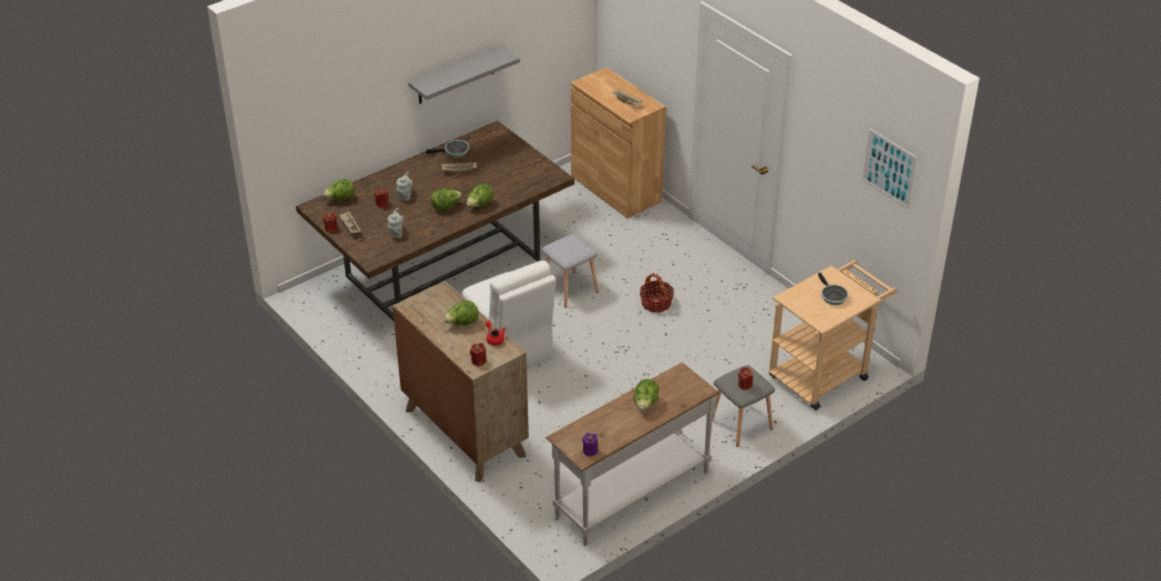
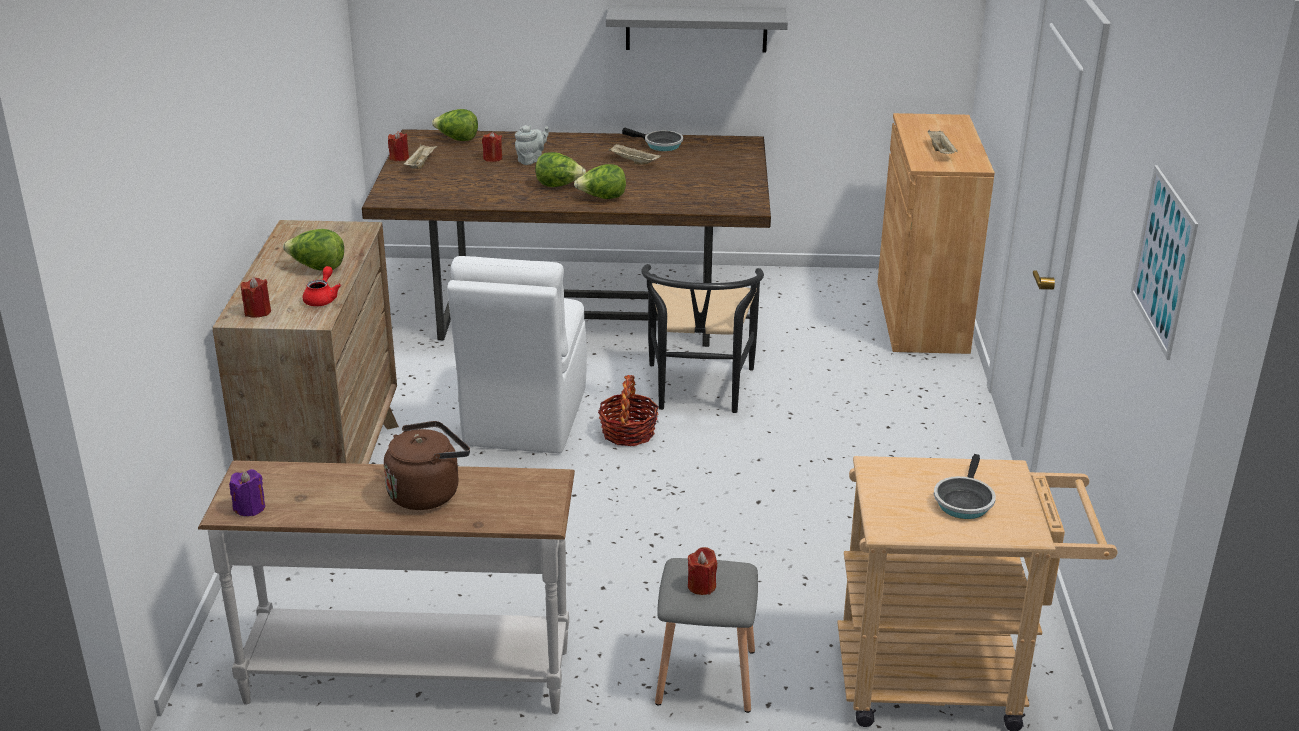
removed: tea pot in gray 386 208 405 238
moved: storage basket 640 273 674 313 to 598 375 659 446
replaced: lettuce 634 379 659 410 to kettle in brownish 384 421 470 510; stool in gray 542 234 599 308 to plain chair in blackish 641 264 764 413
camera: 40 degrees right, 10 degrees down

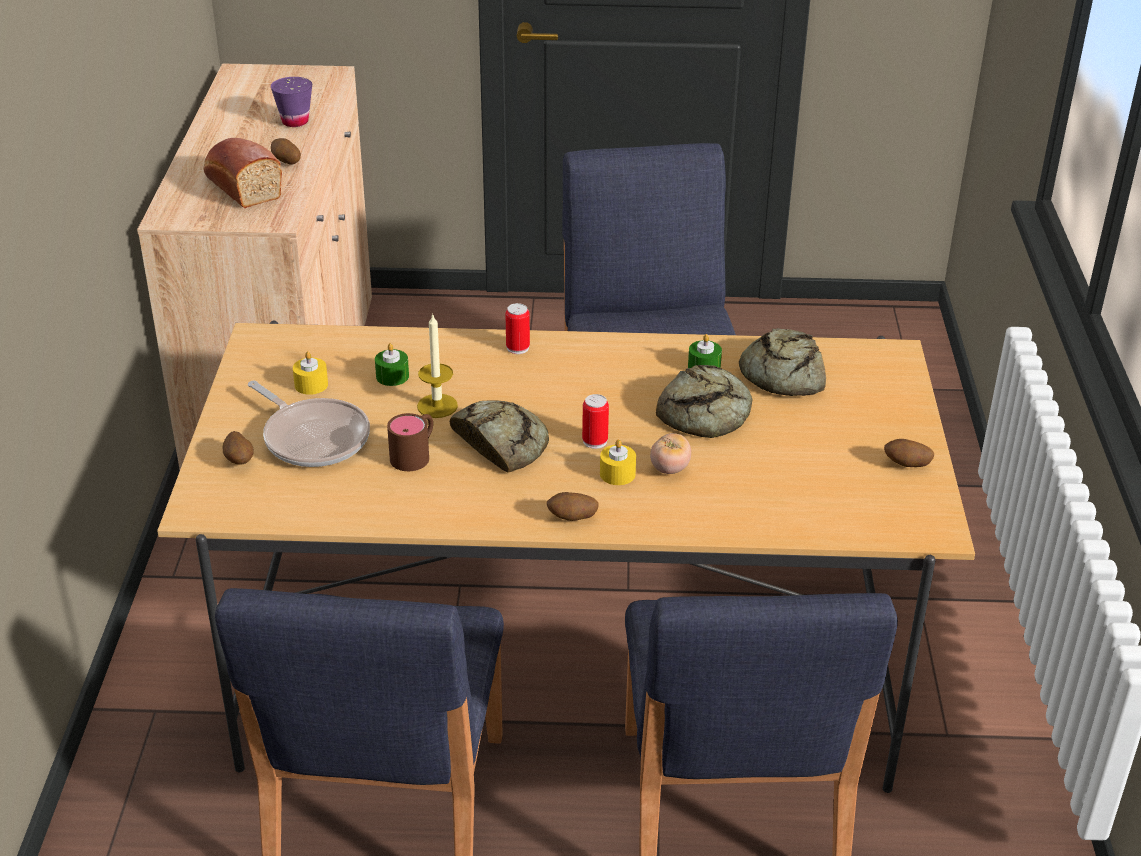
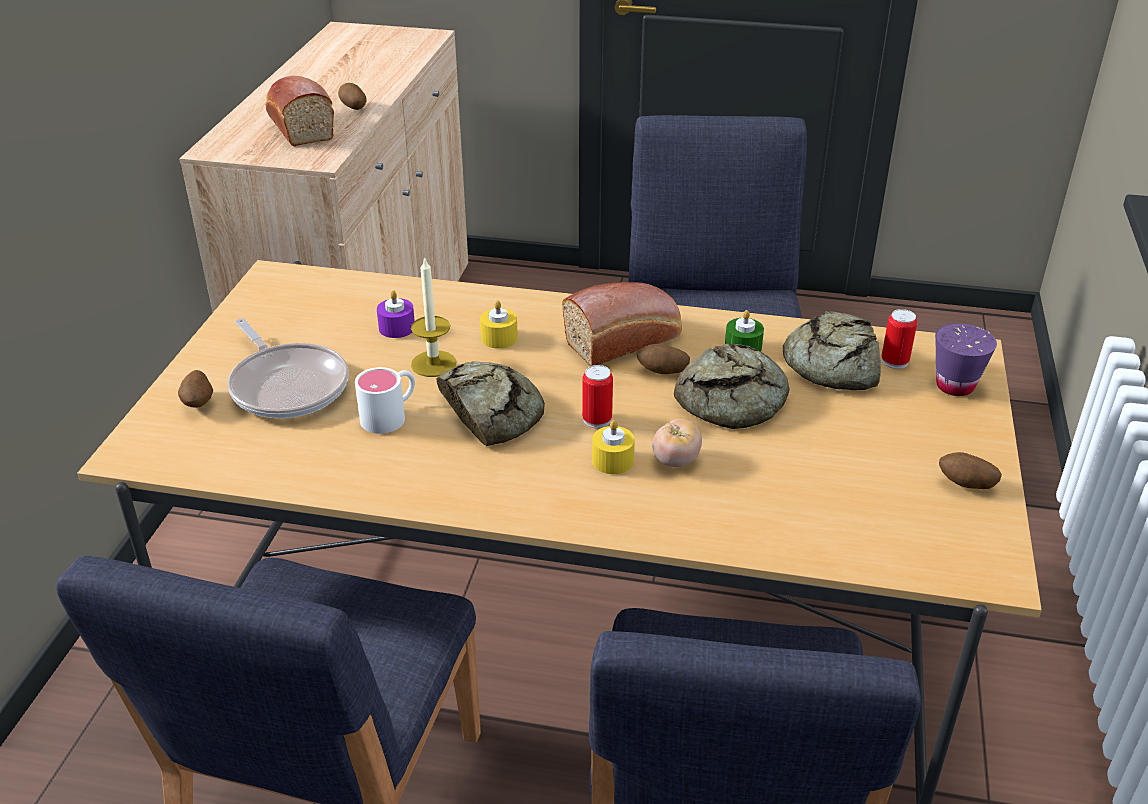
added: bread 562 282 682 366
moved: wax light in yellow-coloured 293 351 328 395 to 480 300 518 349; potato 547 492 599 521 to 637 344 690 374; sealed can 505 303 530 354 to 881 309 917 369; small cup in purple 271 77 312 127 to 935 323 997 396
recoloured: coffee mug in brownish 387 413 433 471 to coffee mug in whitish 355 367 415 434; wax light in green-coloured 375 343 409 386 to wax light in purple 377 290 415 338
camera: 10 degrees right, 0 degrees up

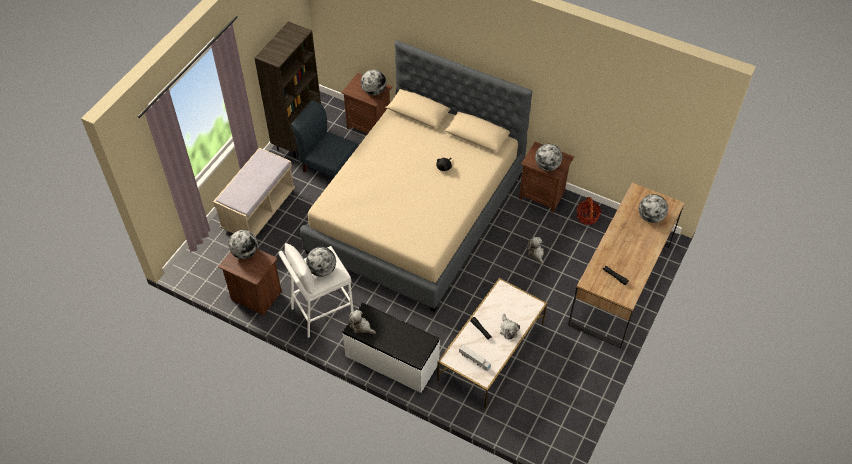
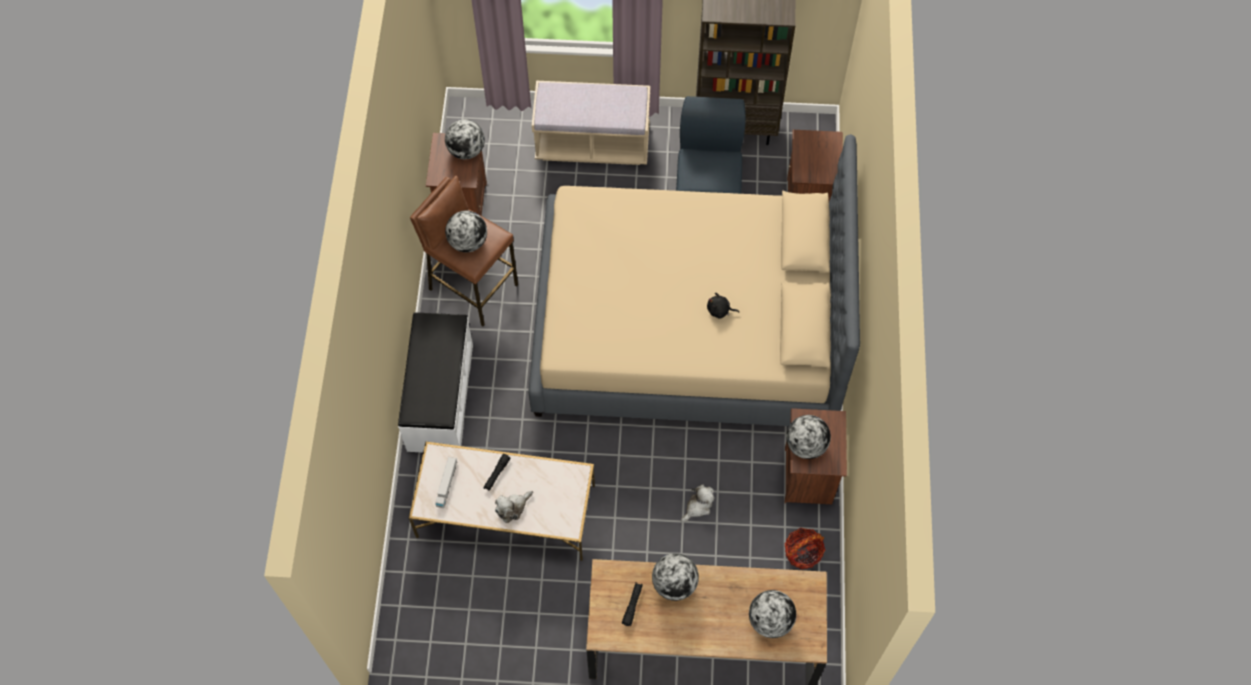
removed: cuddly toy 349 310 376 334
moved: desk globe 361 70 386 95 to 652 553 699 601
recoloured: stool in whitish 278 243 354 338 to stool in brownish 410 176 518 326
camera: 65 degrees right, 10 degrees up

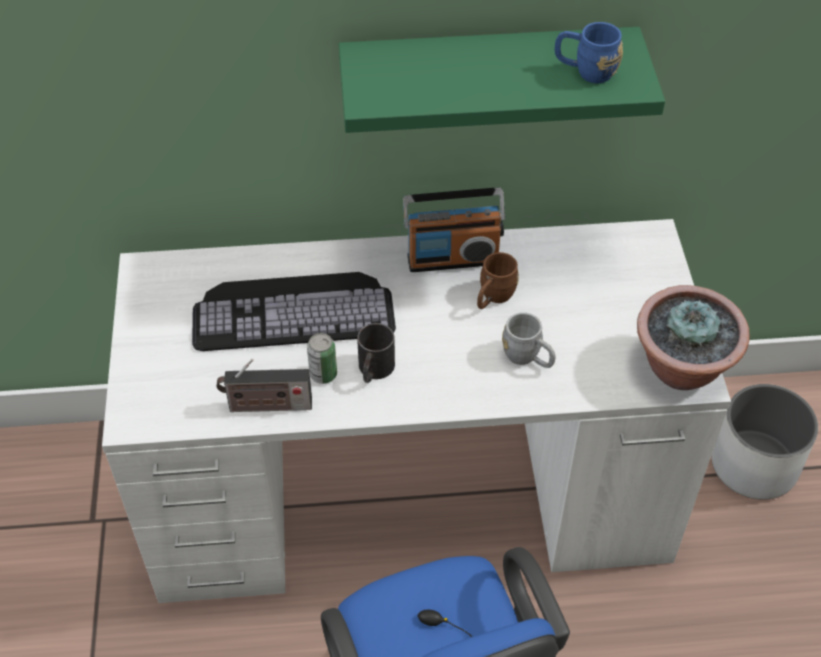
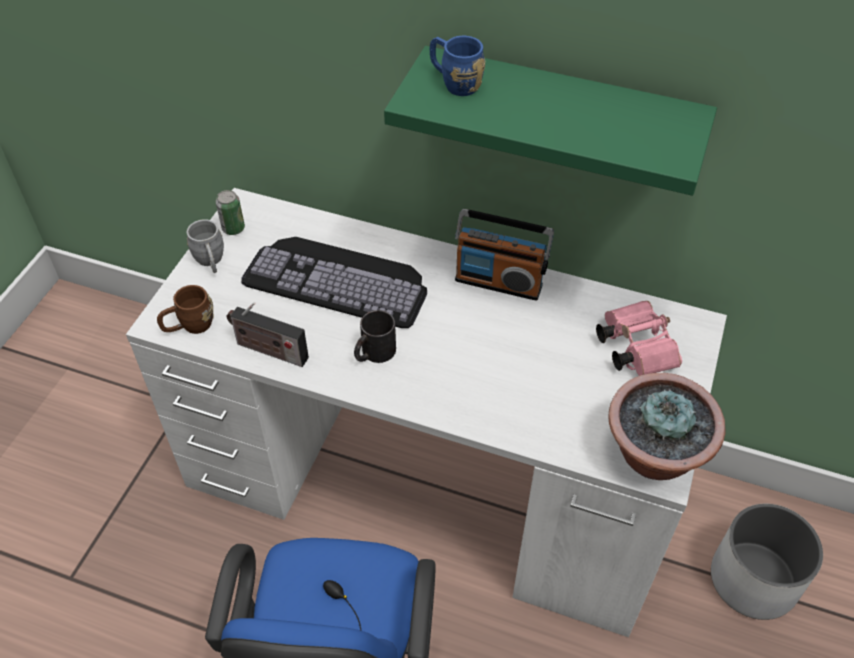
added: pair of binoculars in pinkish 596 301 682 376
moved: coffee mug in brownish 477 252 519 309 to 157 285 214 334; coffee mug in gray 502 312 555 368 to 186 219 224 273; sealed can 307 333 337 384 to 216 190 245 235; coffee mug in blue-coloured 555 22 623 83 to 430 36 485 96
camera: 25 degrees right, 0 degrees up

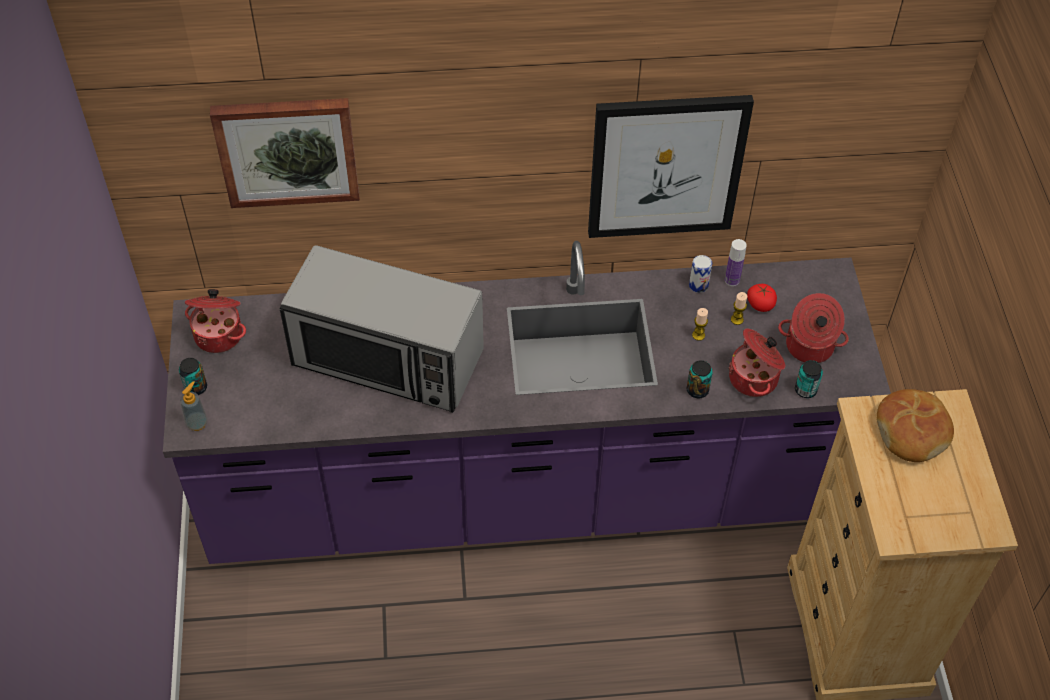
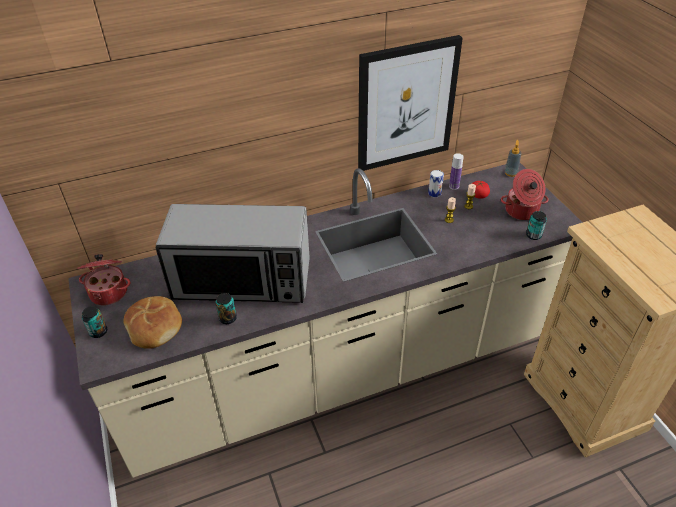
removed: wall picture 210 98 360 208; stockpot 729 328 785 397
moved: bread 877 389 954 462 to 124 296 182 349; sealed can 687 360 713 398 to 215 293 237 324; liquid soap bottle 180 381 208 431 to 504 140 521 177
recoloured: counter in purple 163 241 891 564 to counter in beige-coloured 68 163 583 478
camera: 15 degrees left, 10 degrees down

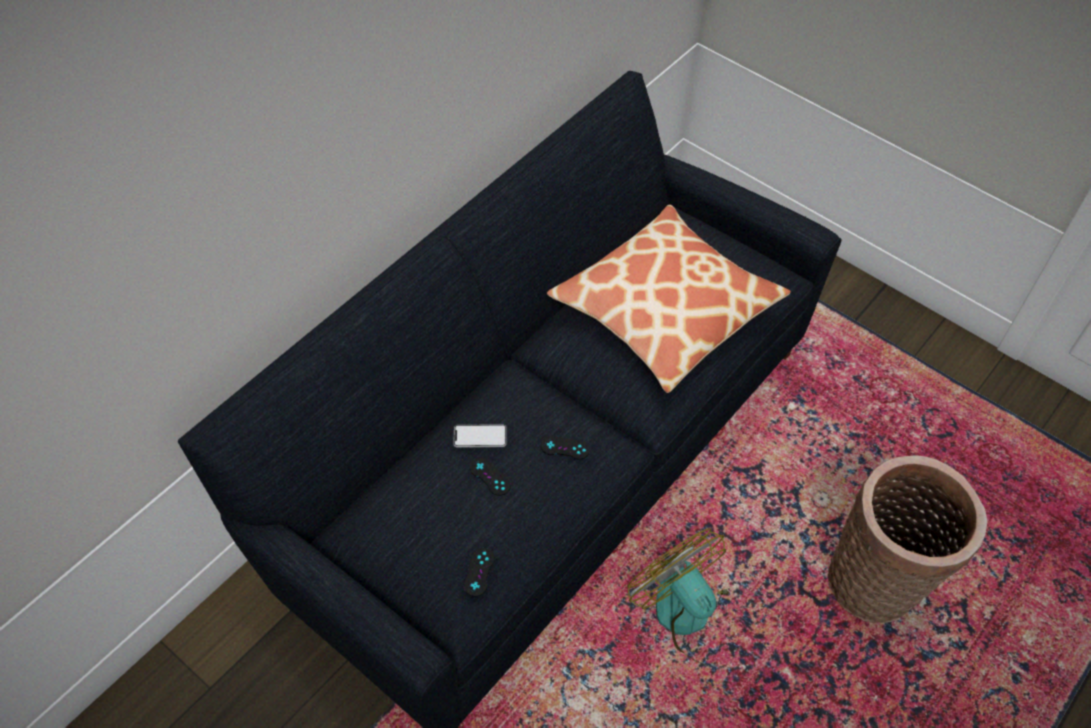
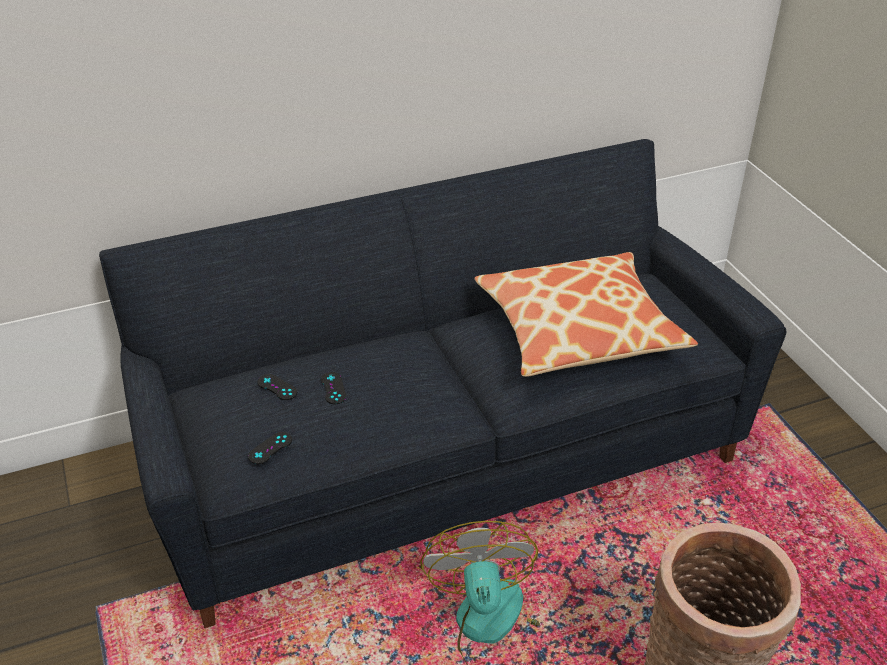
removed: telephone 453 424 507 447
moved: joypad in blackish 541 436 590 460 to 258 374 297 400
camera: 30 degrees right, 15 degrees down

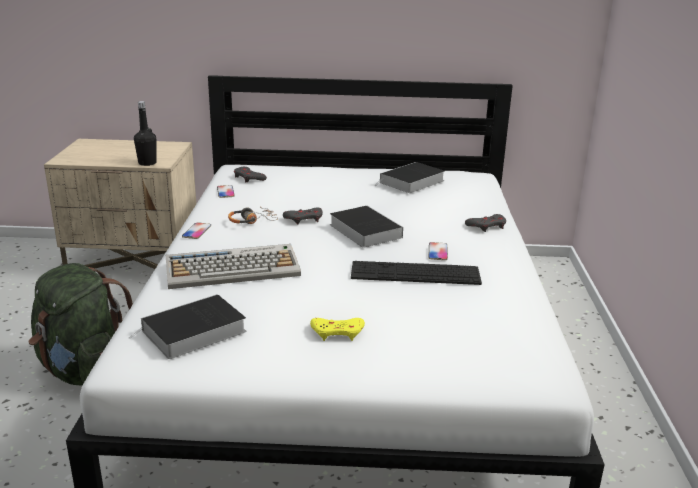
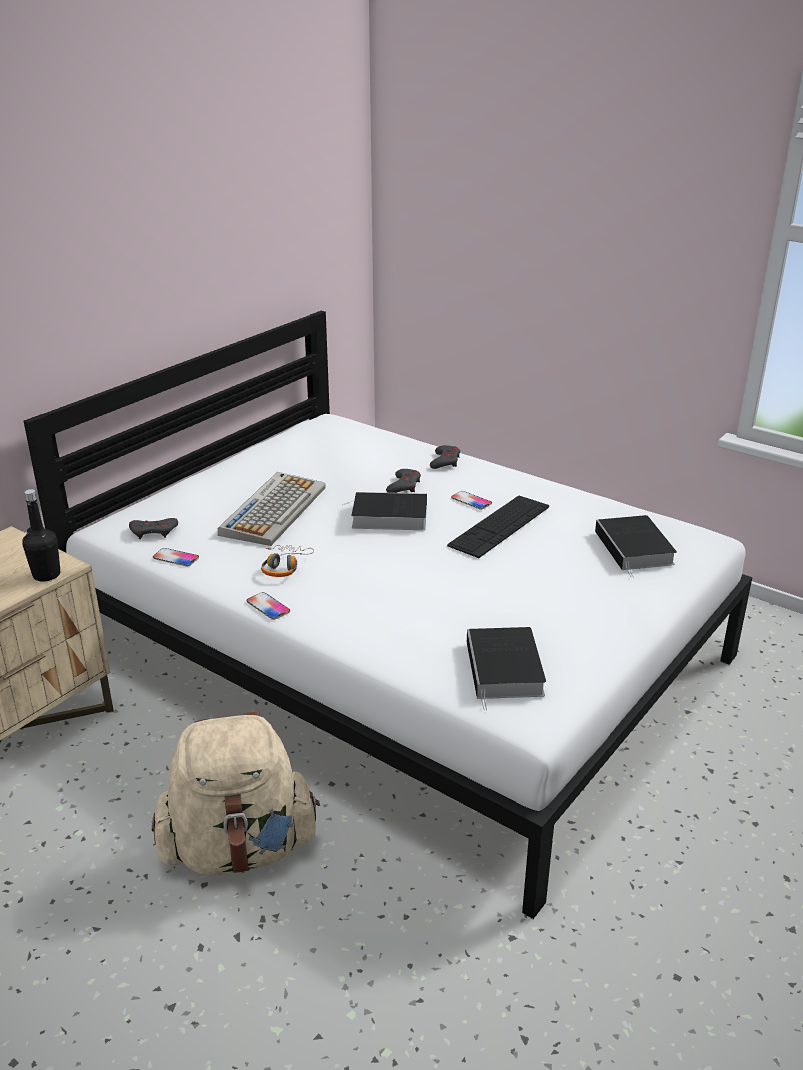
removed: joypad in yellow-coloured 310 318 365 341
moved: computer keyboard 166 244 301 289 to 218 472 326 546; joypad in gray 283 208 323 224 to 386 469 421 493; bound book 374 162 445 193 to 595 515 677 578
recoloured: rucksack in green-coloured 29 263 133 386 to rucksack in beige-coloured 152 711 320 875
camera: 55 degrees left, 5 degrees up

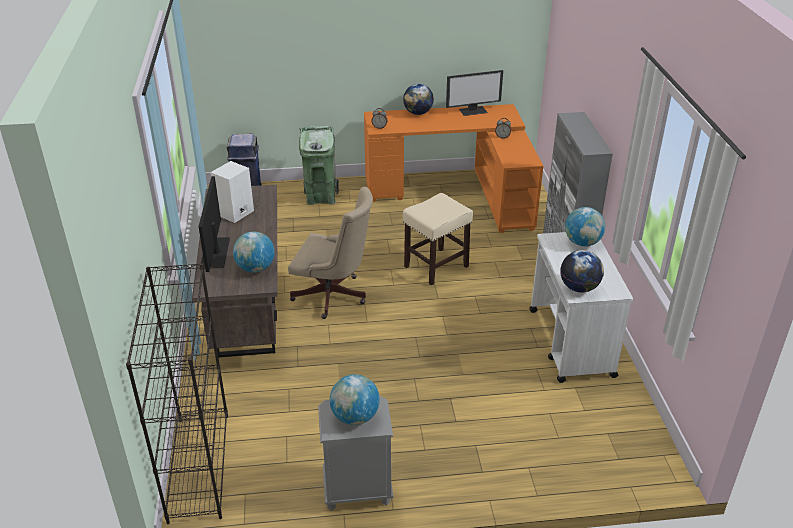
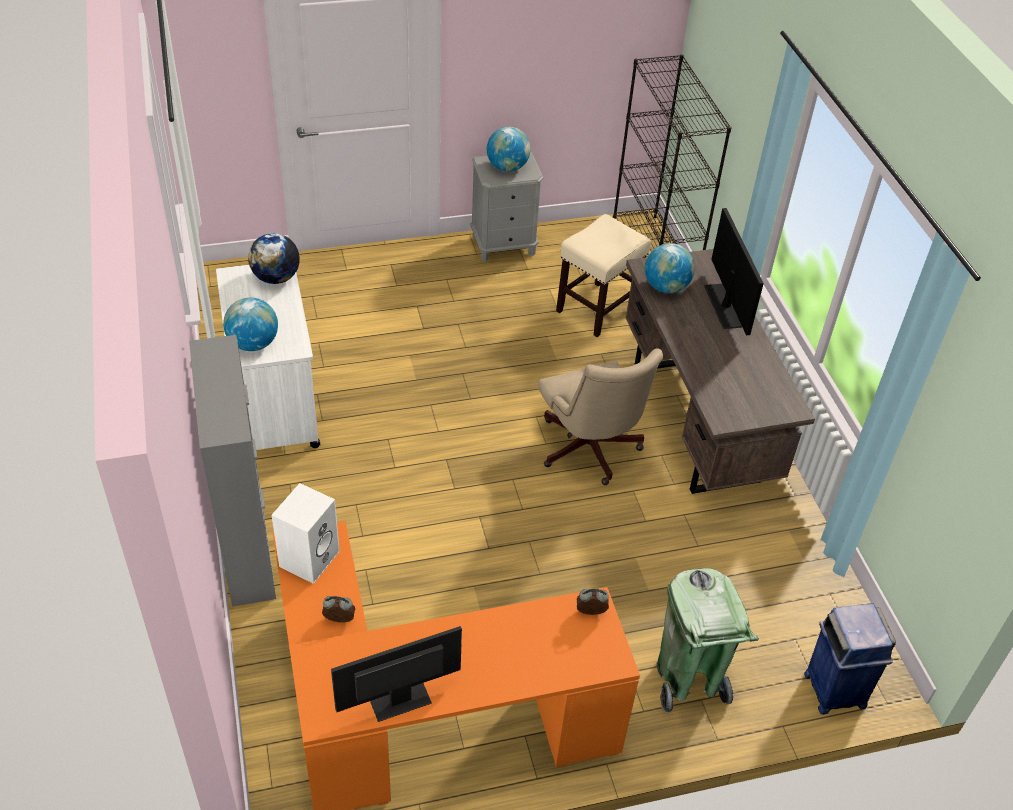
removed: desk globe 403 84 434 115
moved: speaker in whitish 211 161 254 223 to 272 483 340 584; stool in beige-coloured 403 193 473 286 to 556 214 651 337
turned: office chair in beige-coloured 288 187 373 319 = 538 348 663 485 120 degrees counterclockwise
camera: 170 degrees right, 10 degrees up

